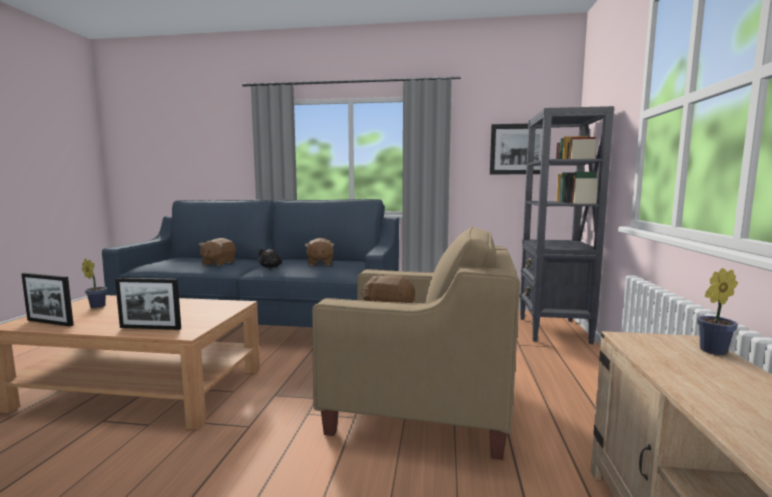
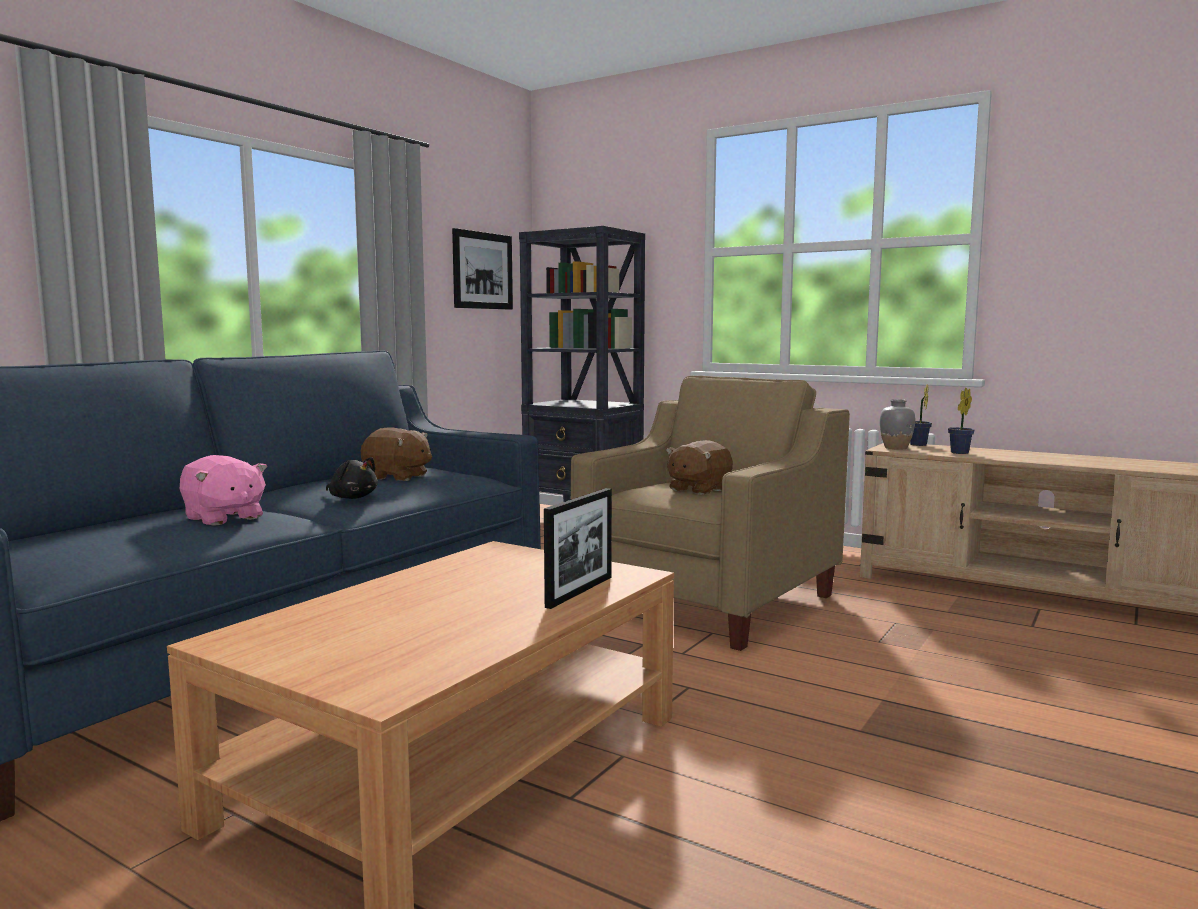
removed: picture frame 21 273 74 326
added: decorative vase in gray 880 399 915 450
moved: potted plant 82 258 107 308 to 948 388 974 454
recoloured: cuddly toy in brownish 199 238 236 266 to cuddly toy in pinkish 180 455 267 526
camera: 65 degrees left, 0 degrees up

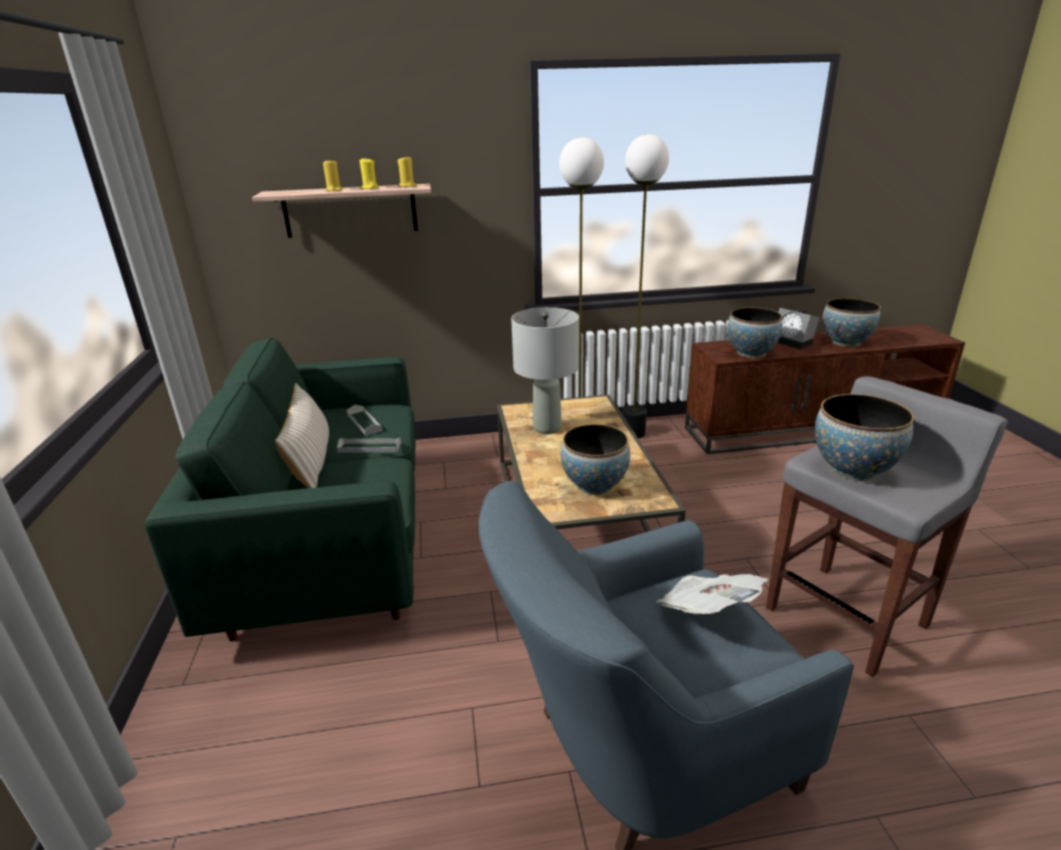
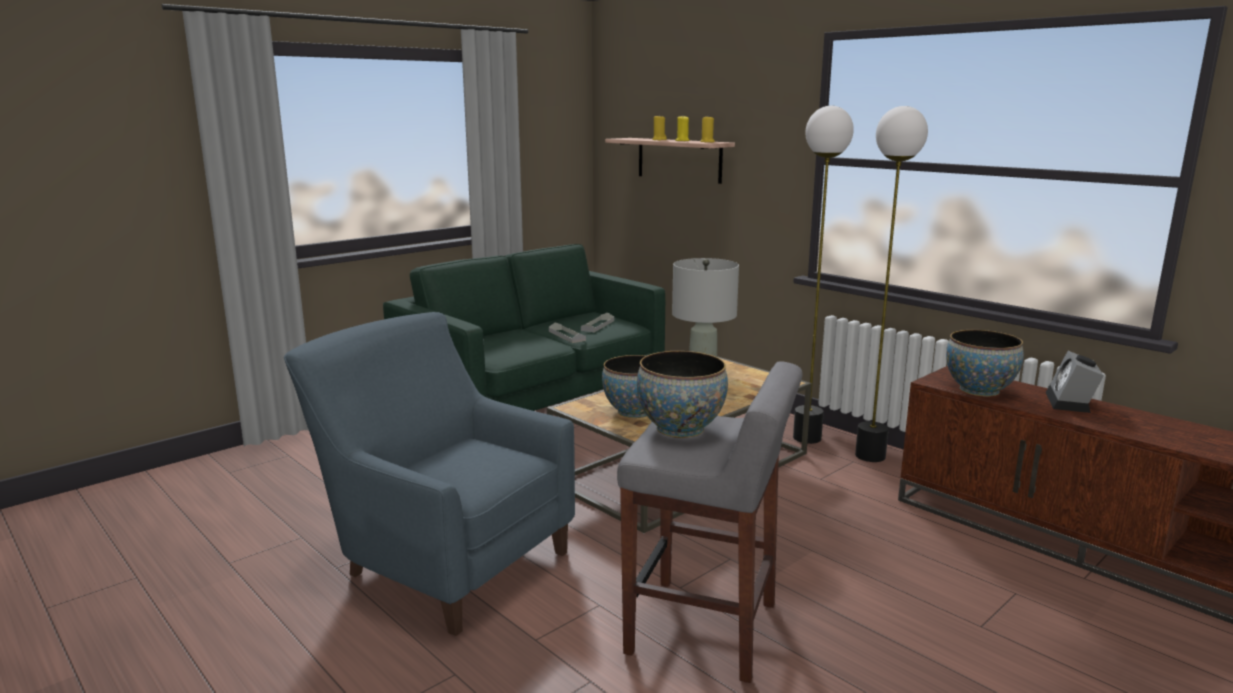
removed: cushion in beige-coloured 275 383 329 488; printed paper 656 574 768 614; bowl 823 298 881 347
camera: 55 degrees right, 10 degrees down

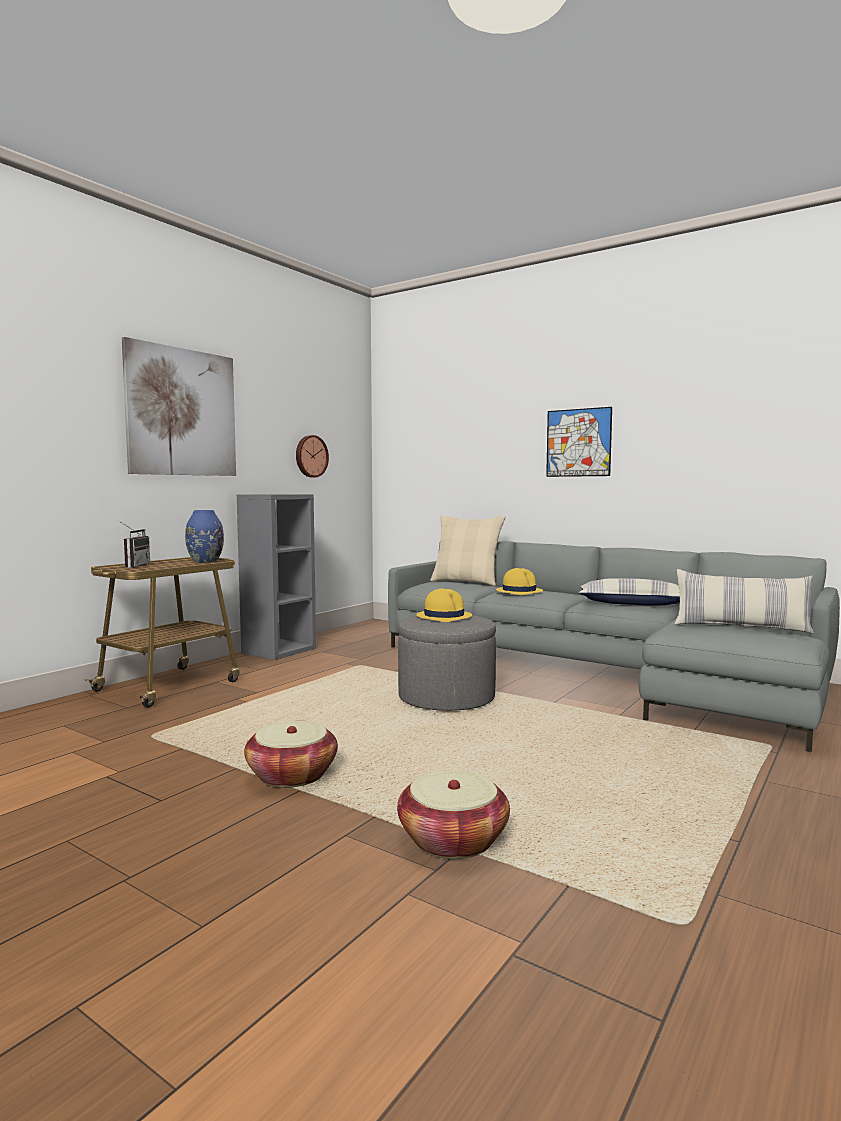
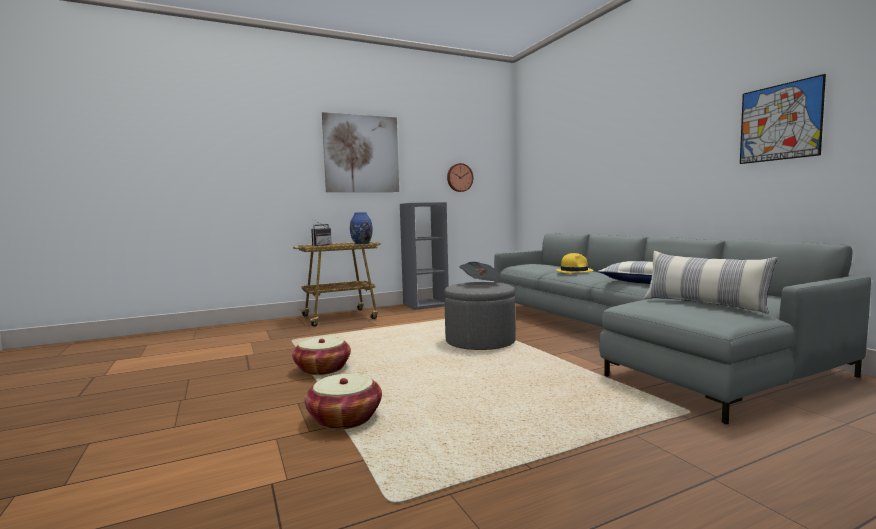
removed: cushion in beige-coloured 430 515 506 586
moved: wall picture 546 407 612 477 to 740 74 826 164
replaced: hat in yellow-coloured 416 588 472 622 to printed paper 460 262 500 281
camera: 30 degrees right, 0 degrees up

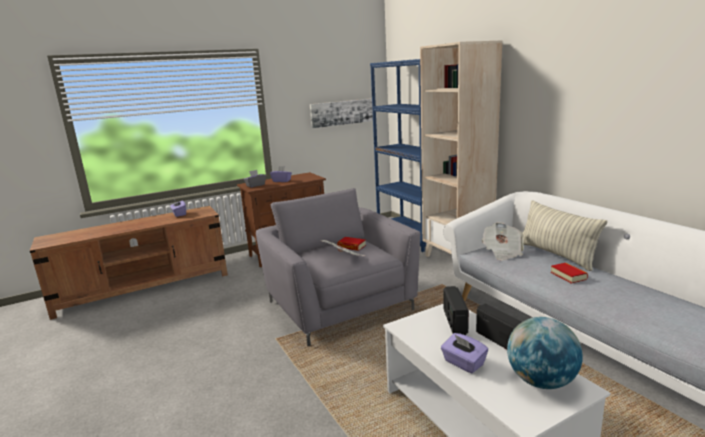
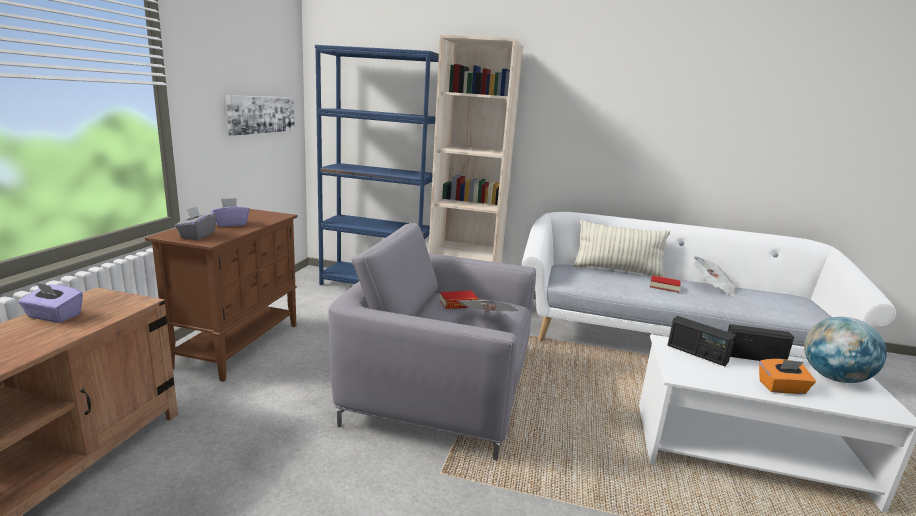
moved: printed paper 482 222 524 260 to 694 256 736 296
recoloured: tissue box in purple 441 333 488 373 to tissue box in orange-coloured 759 359 816 394
camera: 50 degrees left, 0 degrees up

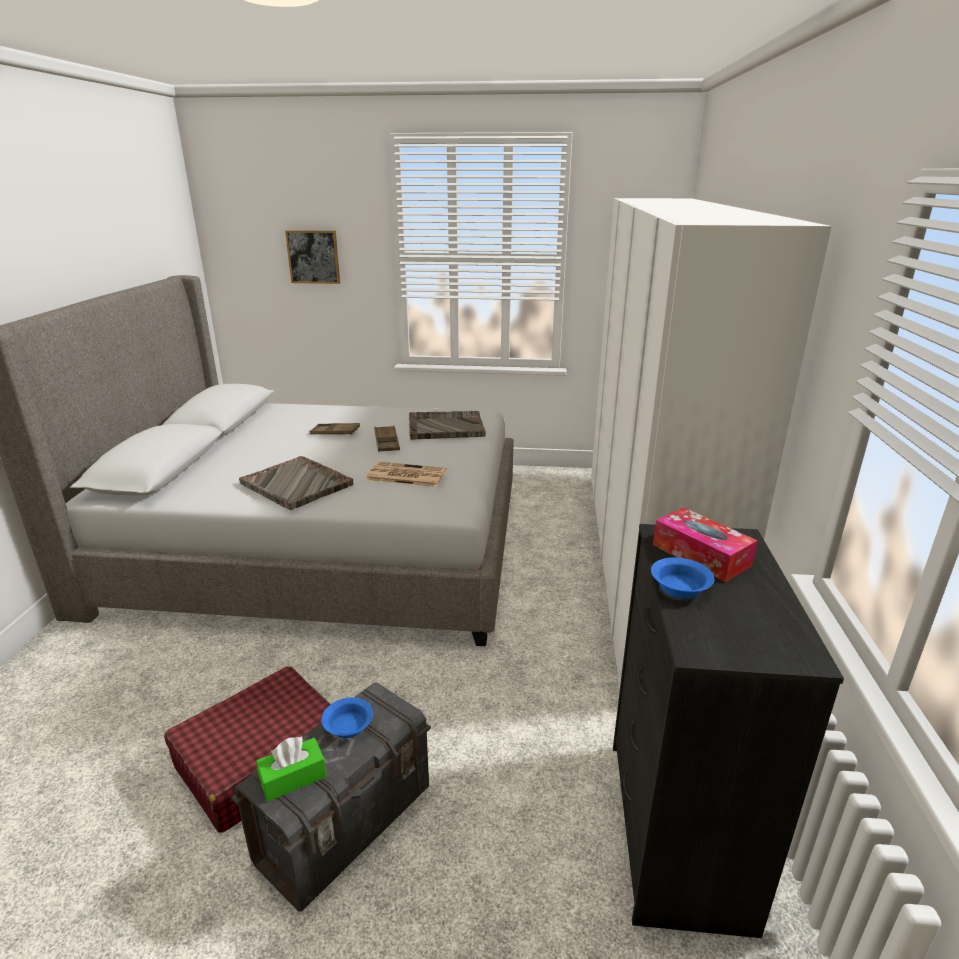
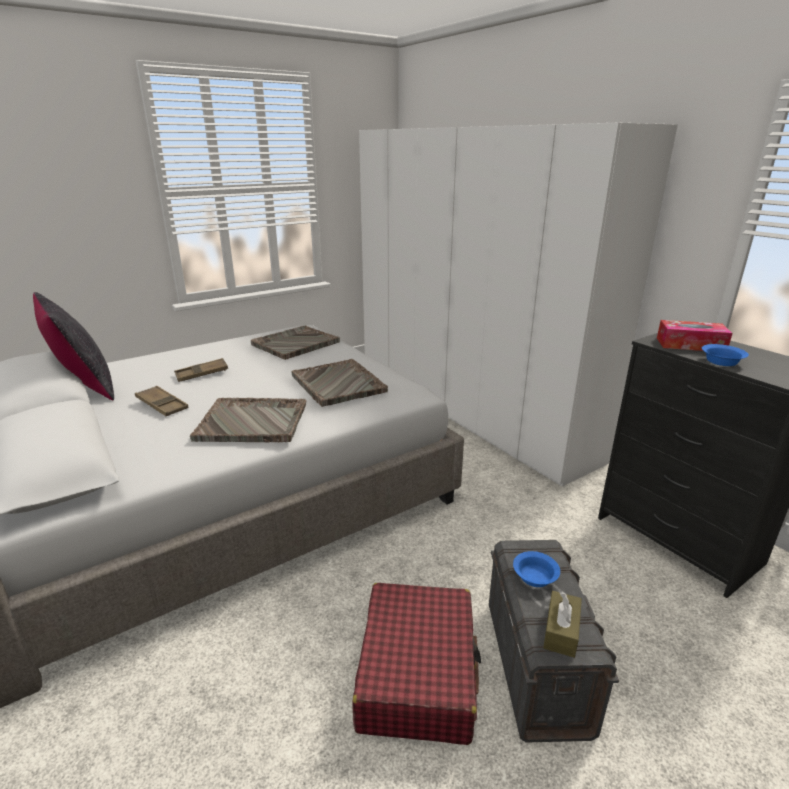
removed: wall picture 285 230 340 284
added: cushion in blackish 33 292 114 400
moved: serving tray in brownish 374 426 400 452 to 135 386 188 416
replaced: printed paper 366 462 447 487 to serving tray in gray 291 359 388 407
recoloured: tissue box in green-coloured 256 737 327 802 to tissue box in brownish 543 591 582 658
camera: 40 degrees left, 0 degrees up

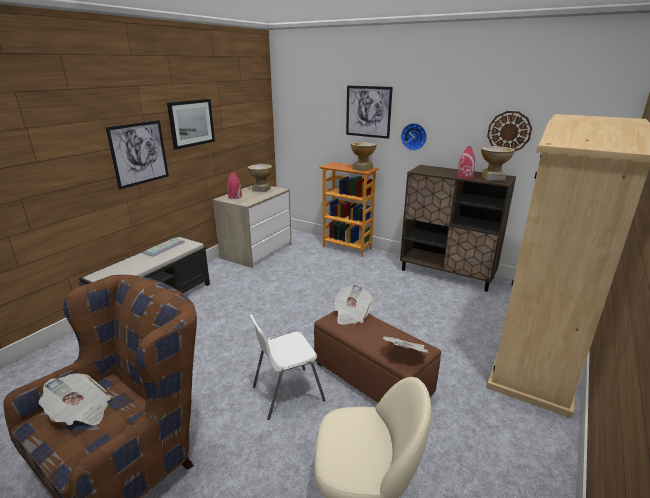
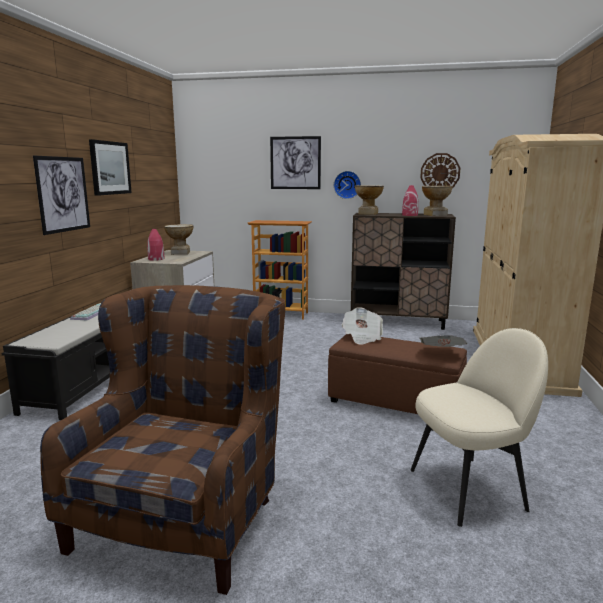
removed: printed paper 39 373 111 425; plain chair in whitish 249 314 325 420
moved: decorative vase 351 142 377 171 to 355 185 384 215
camera: 20 degrees left, 10 degrees down

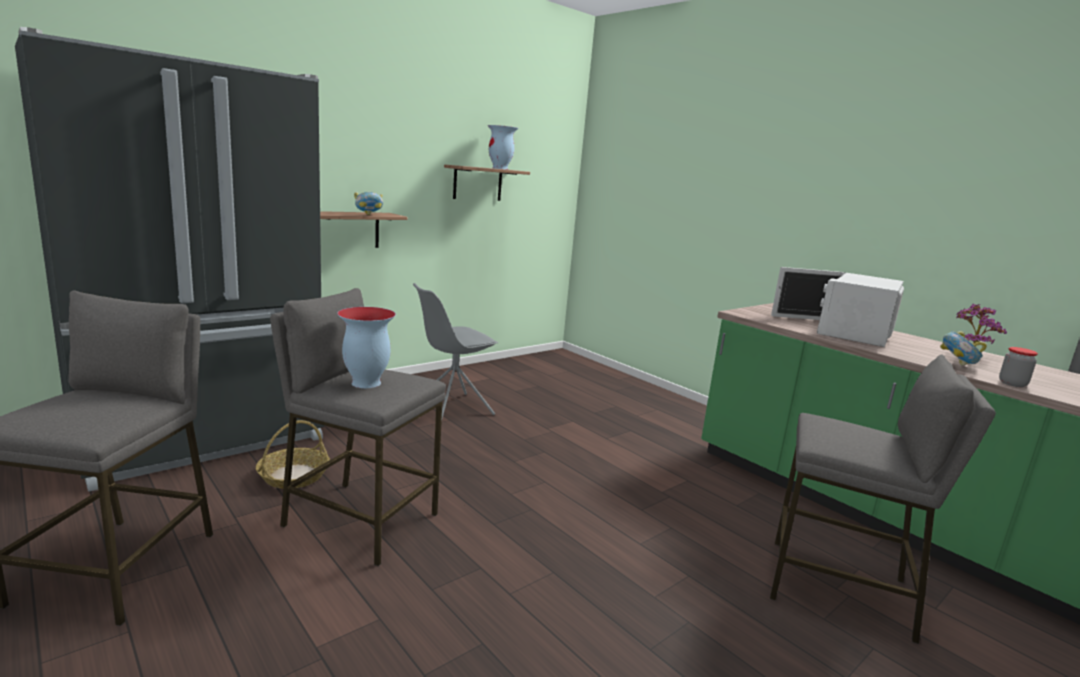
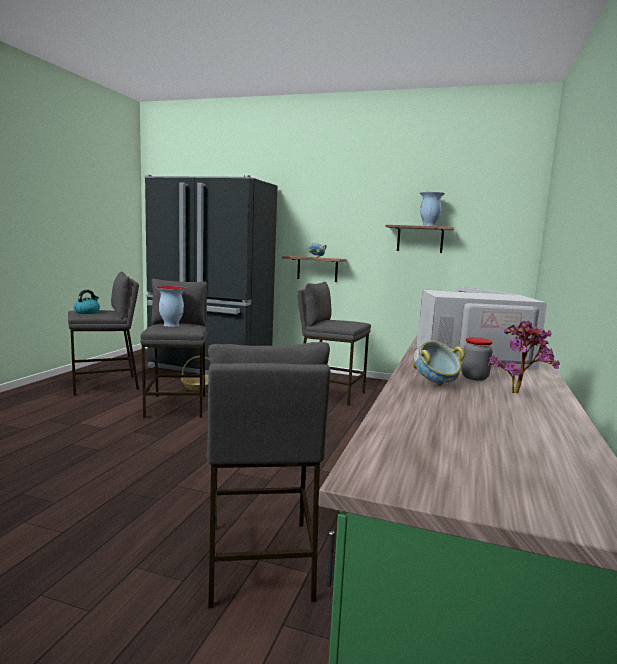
added: kettle 74 290 100 314
moved: storage jar 999 347 1038 387 to 462 337 493 381
replaced: plain chair in gray 413 283 498 418 to stool in gray 297 282 371 406
camera: 60 degrees right, 5 degrees down

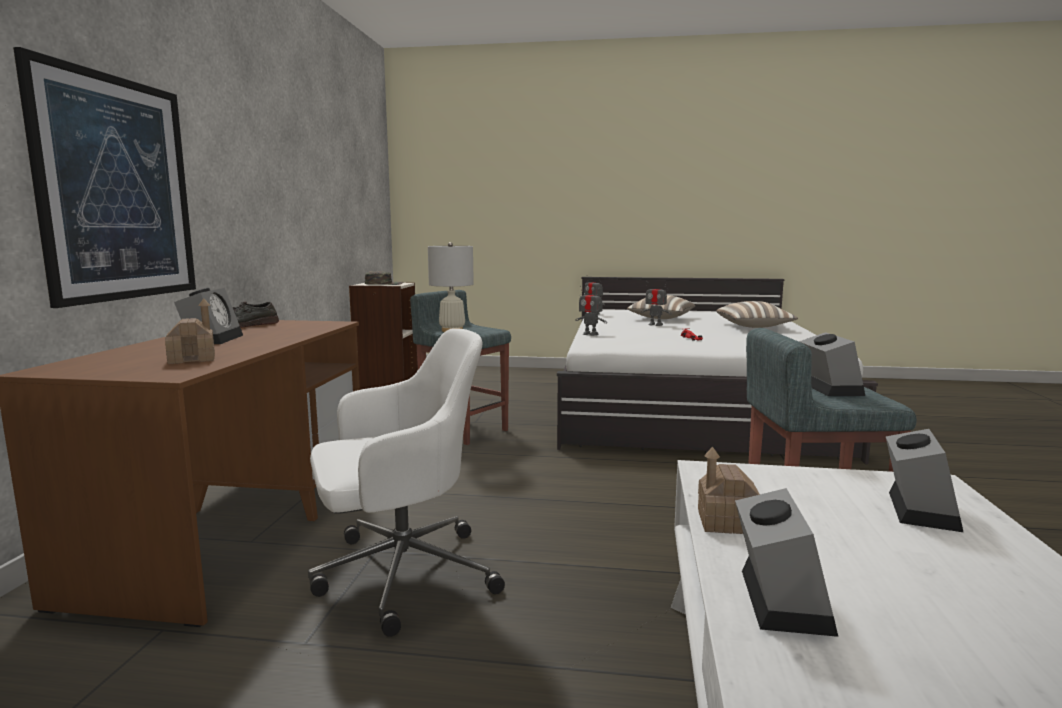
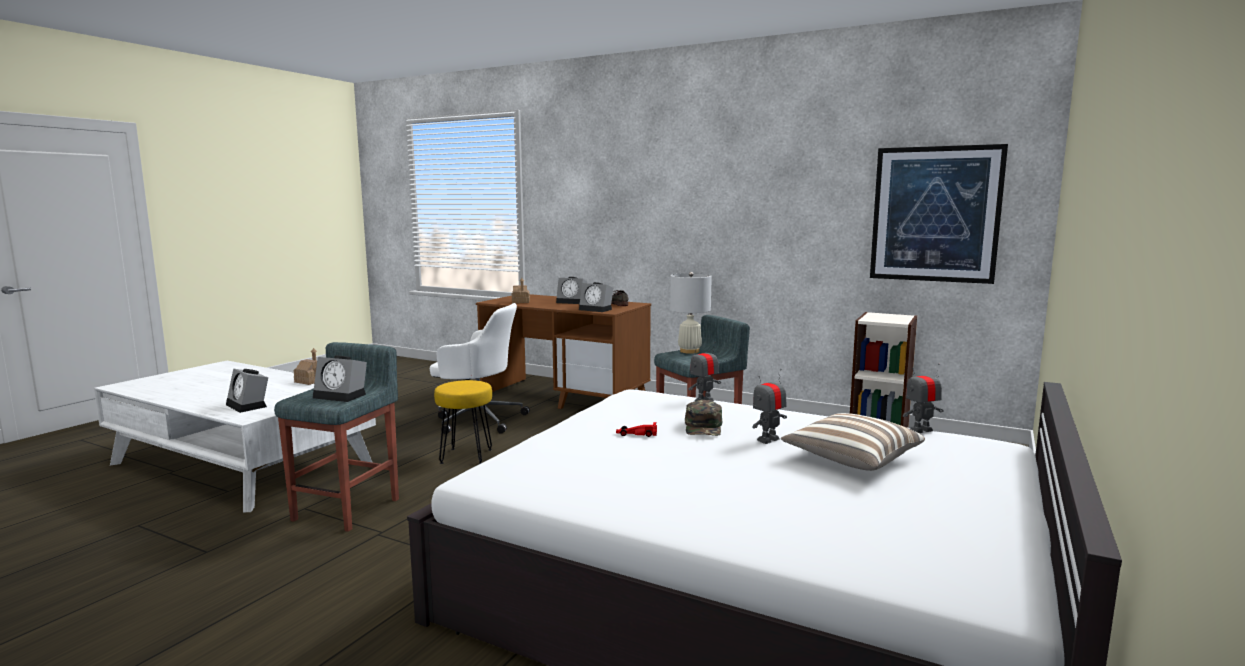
removed: cushion 716 301 798 328
added: stool in yellow-coloured 434 380 492 464
moved: bedside clock 735 488 838 637 to 579 282 613 312; baseball cap in green-coloured 365 271 403 285 to 685 400 722 436; wall picture 13 47 196 308 to 870 144 1008 284
turned: office chair in whitish 308 328 505 637 = 430 303 530 434 75 degrees counterclockwise
camera: 110 degrees right, 0 degrees up

